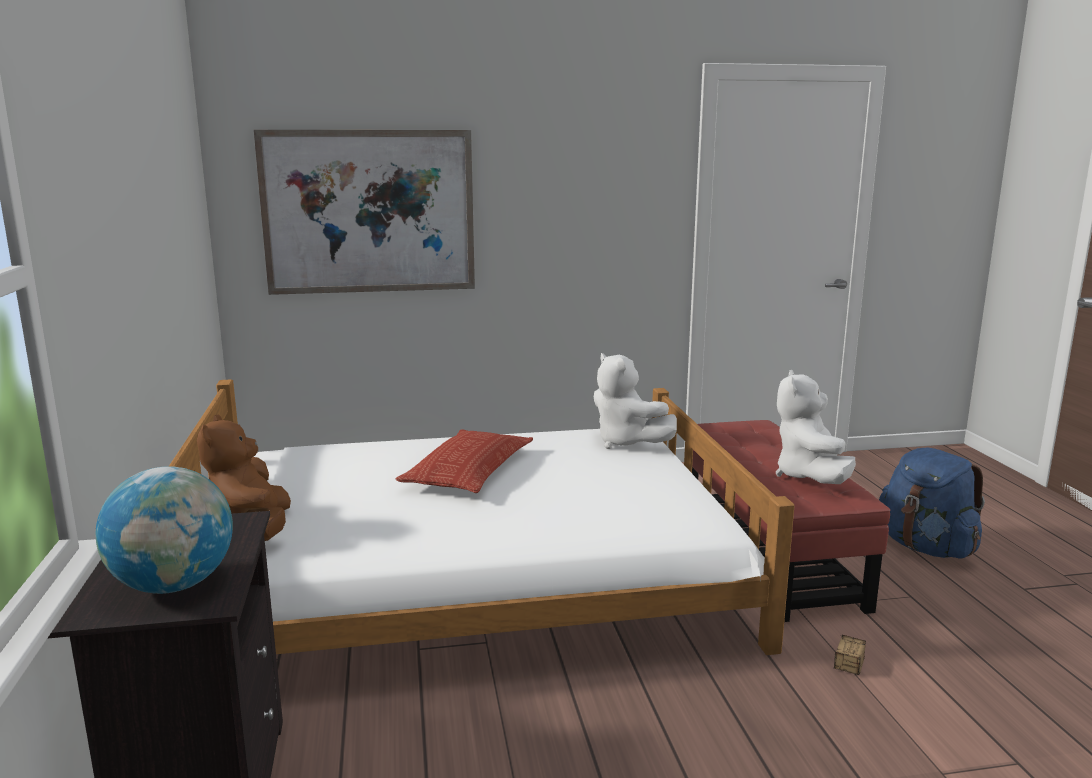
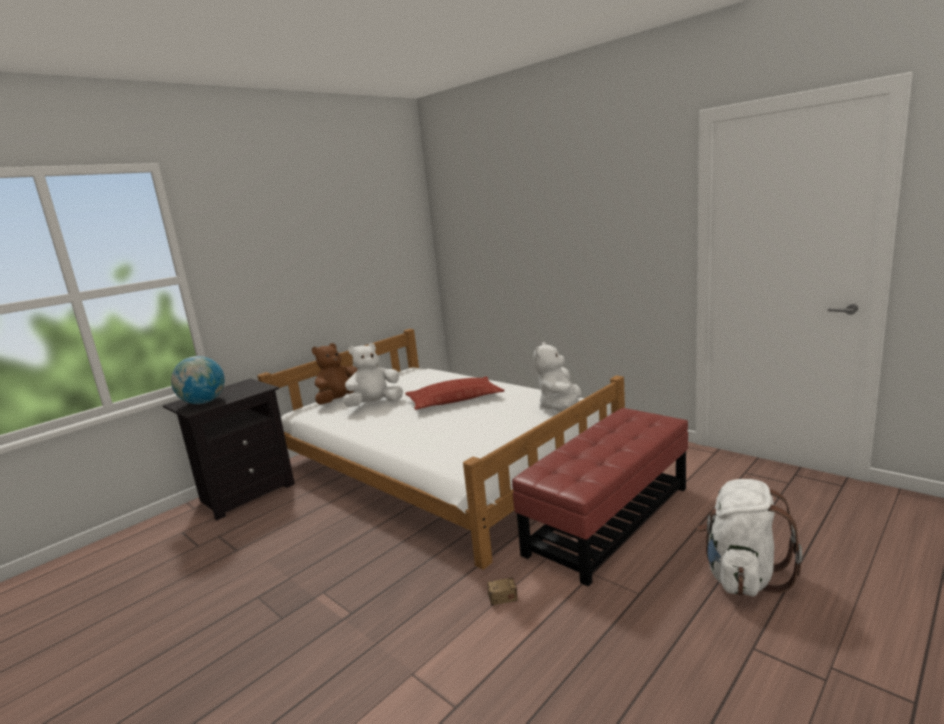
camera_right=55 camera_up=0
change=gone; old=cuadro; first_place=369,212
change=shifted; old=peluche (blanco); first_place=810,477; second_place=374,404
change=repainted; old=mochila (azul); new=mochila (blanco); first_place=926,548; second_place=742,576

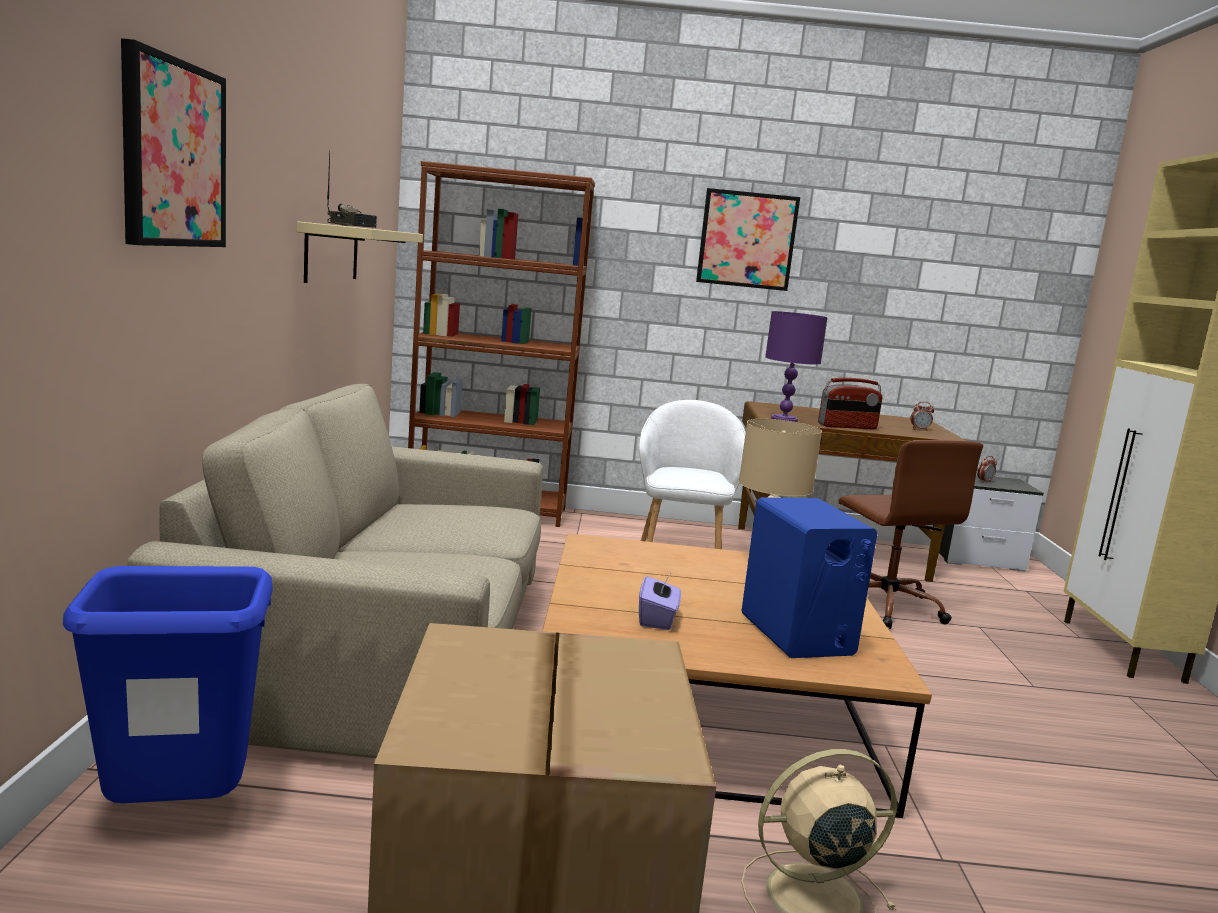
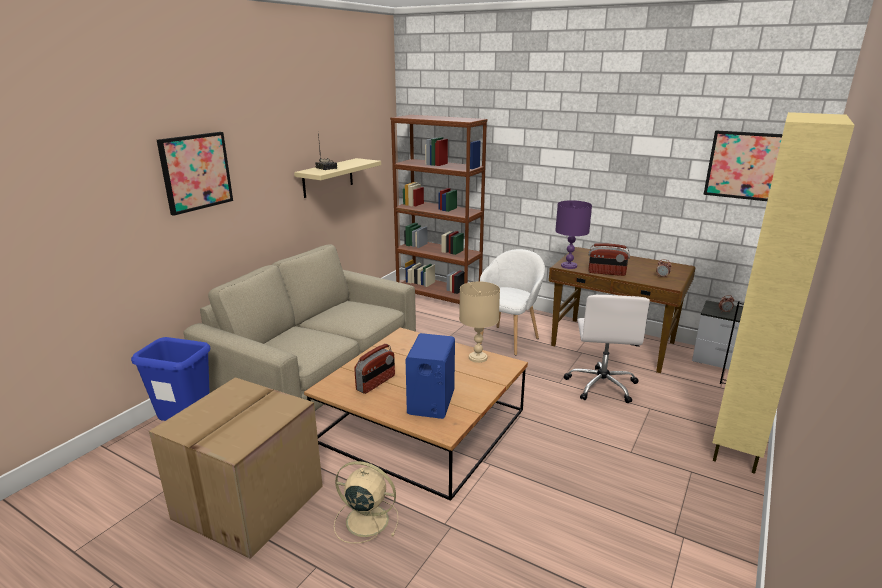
camera_right=30 camera_up=10
change=swapped; old=caja de pañuelos (morado); new=radio; first_place=657,619; second_place=376,383
change=shifted; old=cuadro; first_place=747,240; second_place=744,165
change=repainted; old=silla de oficina (marrón); new=silla de oficina (blanco); first_place=885,606; second_place=601,385

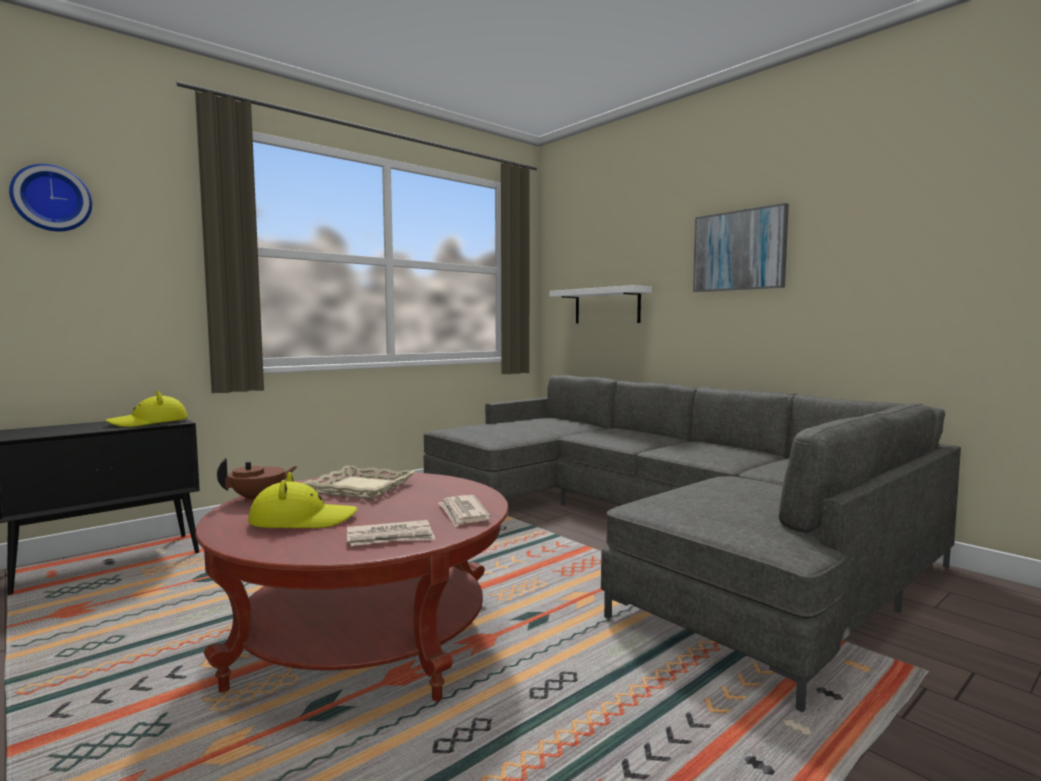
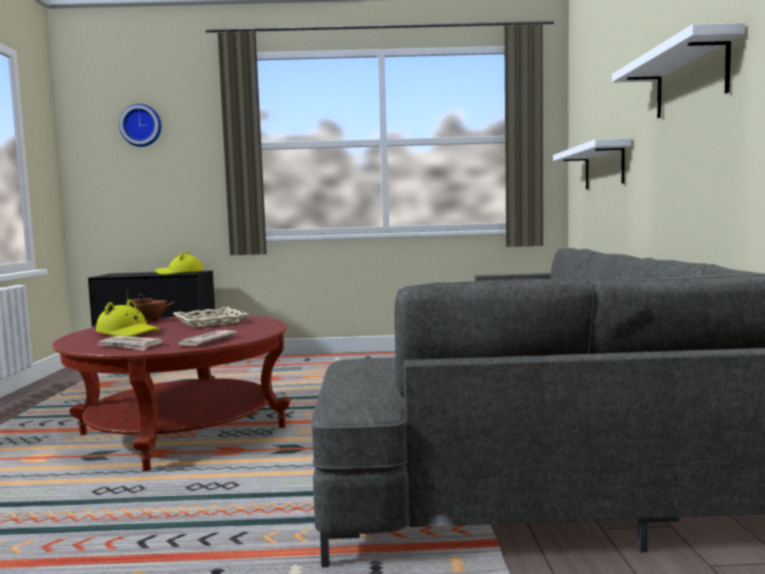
camera_right=40 camera_up=0
change=swapped; old=cuadro; new=estante (blanco); first_place=739,251; second_place=690,79

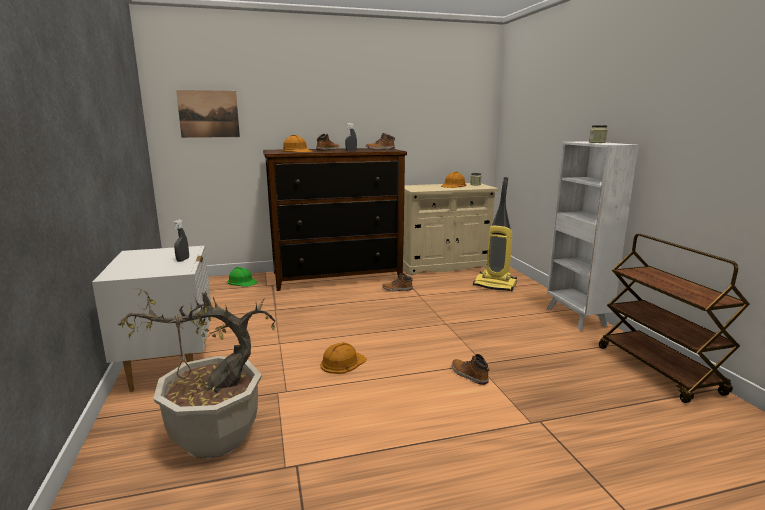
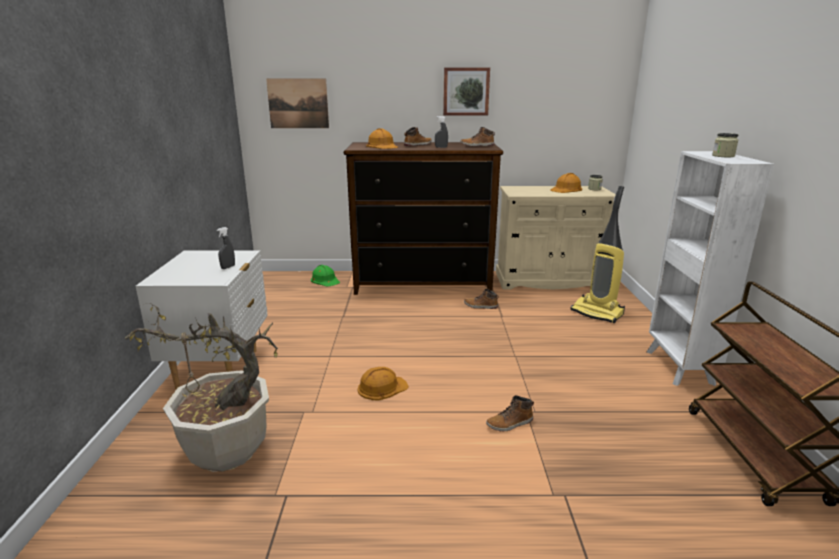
camera_right=15 camera_up=5
change=rotated; old=bota; first_place=469,375; second_place=510,424; degrees=-90
change=new; new=cuadro; second_place=466,91

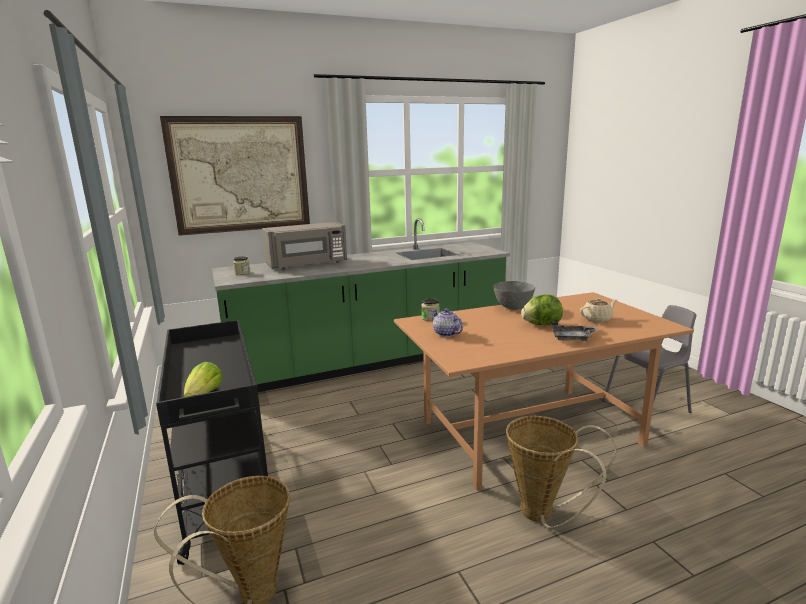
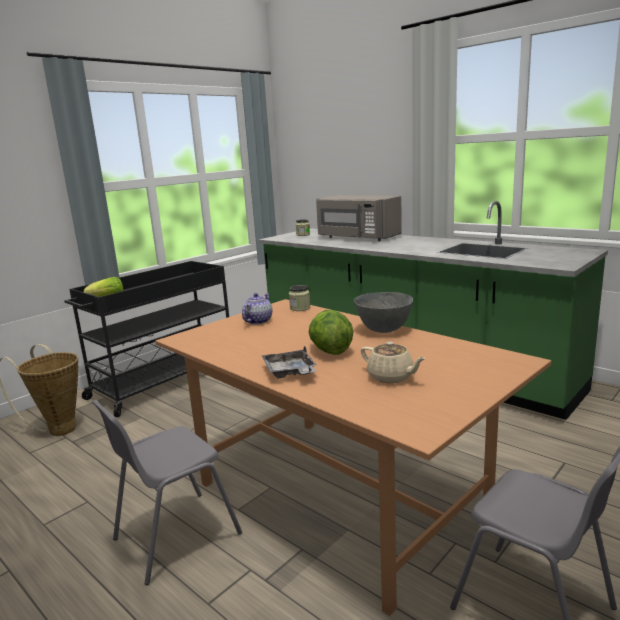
camera_right=65 camera_up=0
change=gone; old=cuadro; first_place=240,175
change=swapped; old=cesta; new=silla (gris); first_place=544,515; second_place=175,536

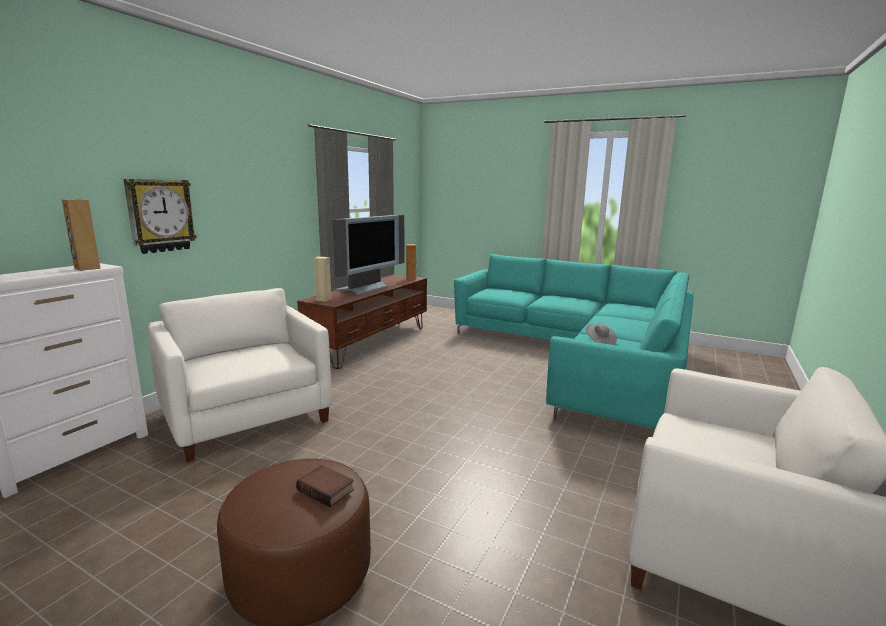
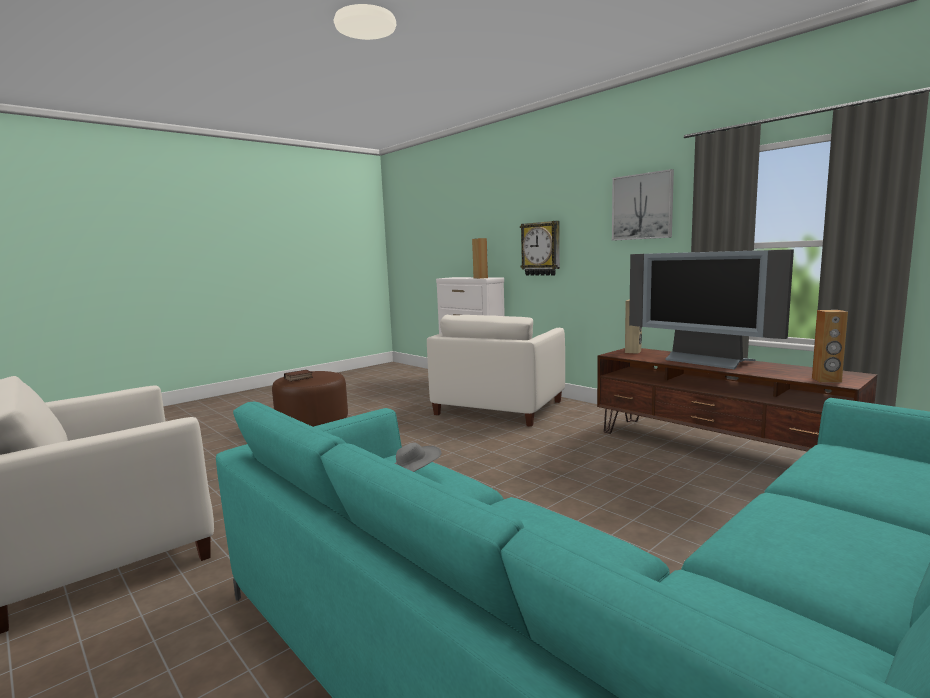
camera_right=110 camera_up=-5
change=rotated; old=sillón (blanco); first_place=246,417; second_place=499,408; degrees=135
change=new; new=cuadro; second_place=642,206

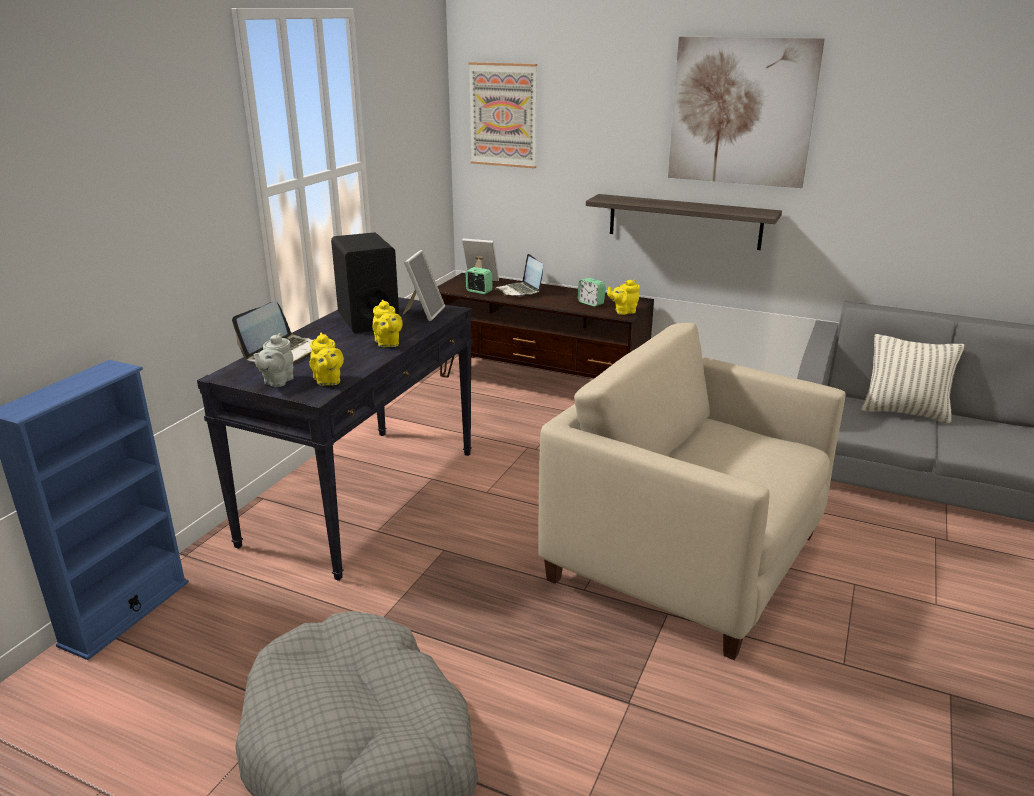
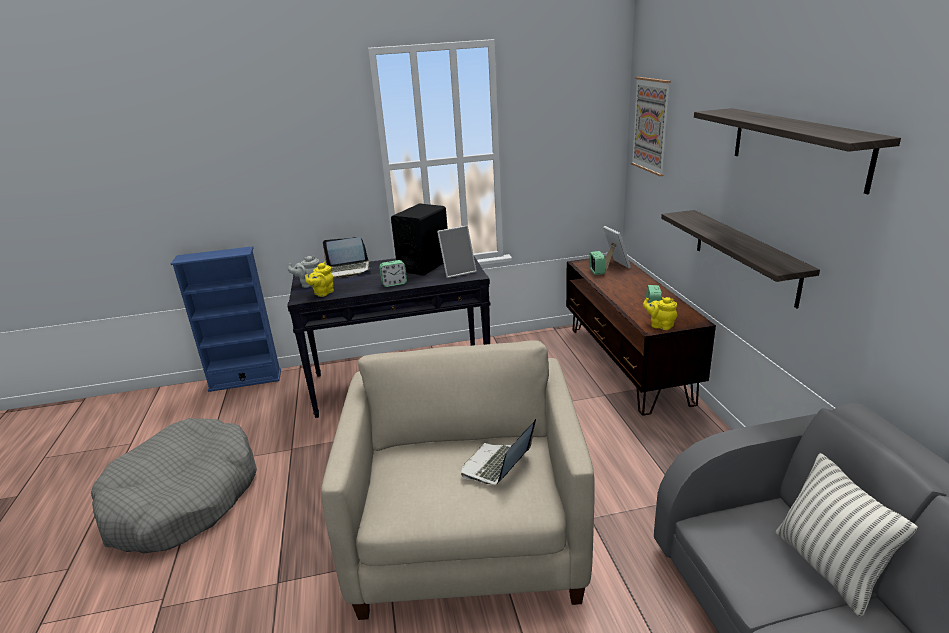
camera_right=55 camera_up=0
change=swapped; old=tetera (amarillo); new=despertador; first_place=387,344; second_place=394,283
change=shifted; old=portátil; first_place=520,291; second_place=497,465
change=swapped; old=cuadro; new=estante; first_place=741,112; second_place=797,146

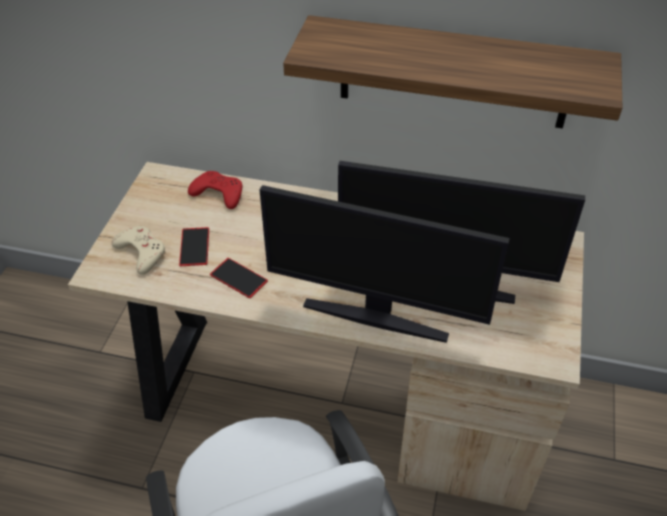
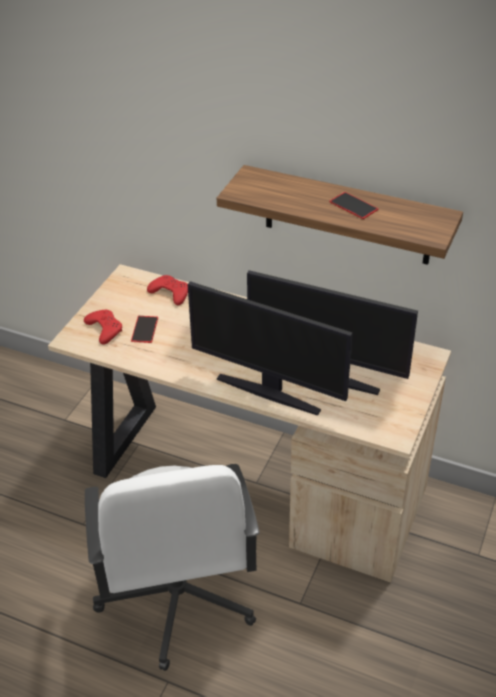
camera_right=10 camera_up=-5
change=repainted; old=mando de consola (beis); new=mando de consola (rojo); first_place=141,252; second_place=104,329
change=shifted; old=móvil; first_place=238,278; second_place=353,205

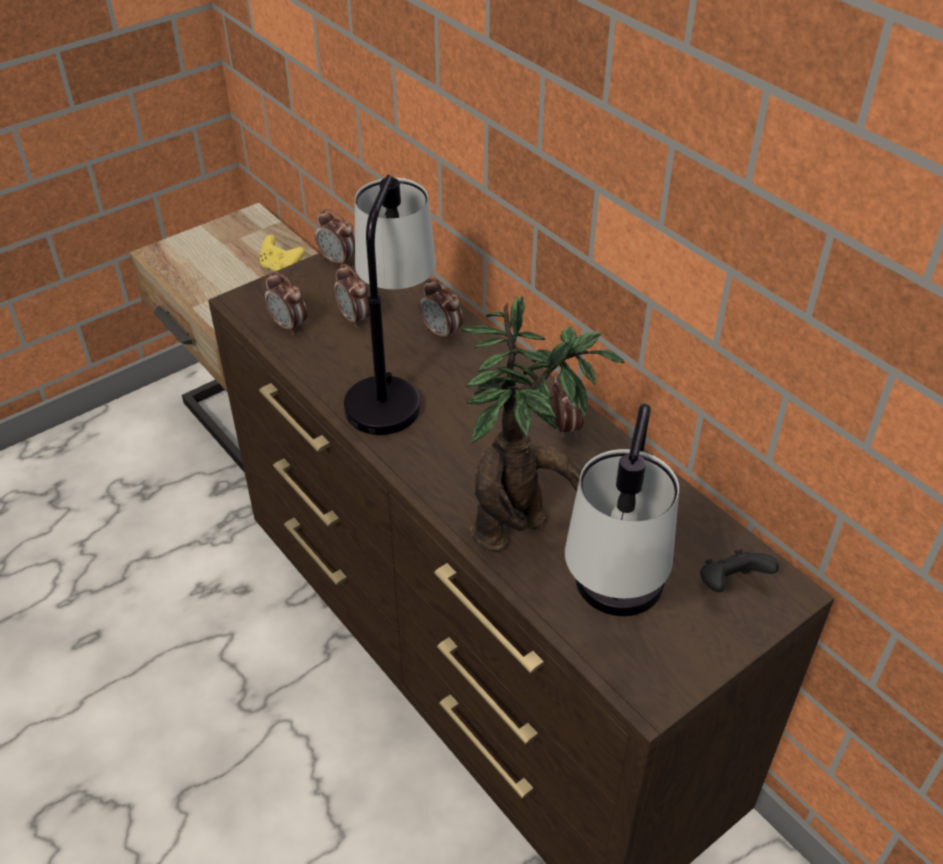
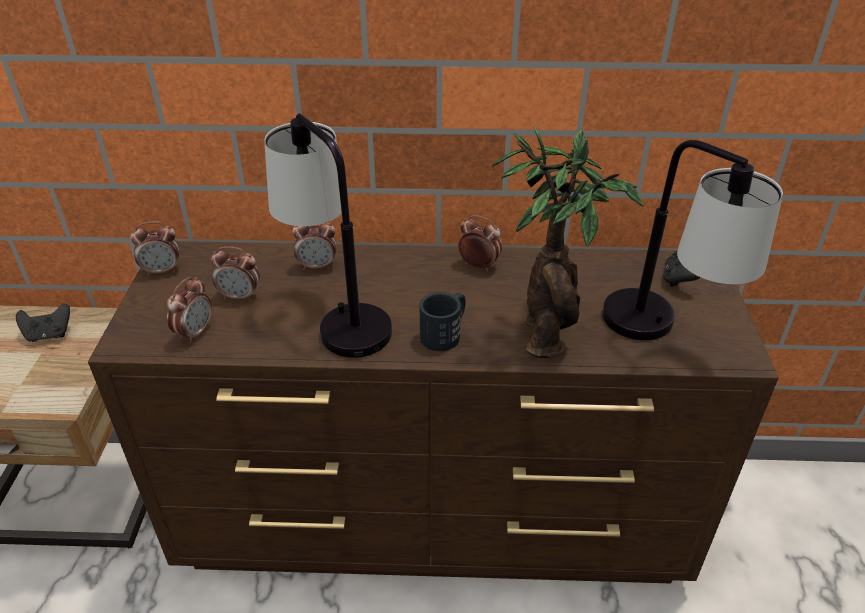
camera_right=-50 camera_up=-5
change=repainted; old=mando de consola (amarillo); new=mando de consola (negro); first_place=281,268; second_place=49,335
change=rotated; old=despertador; first_place=289,326; second_place=195,333; degrees=-60
change=new; new=taza grande (negro); second_place=445,333

